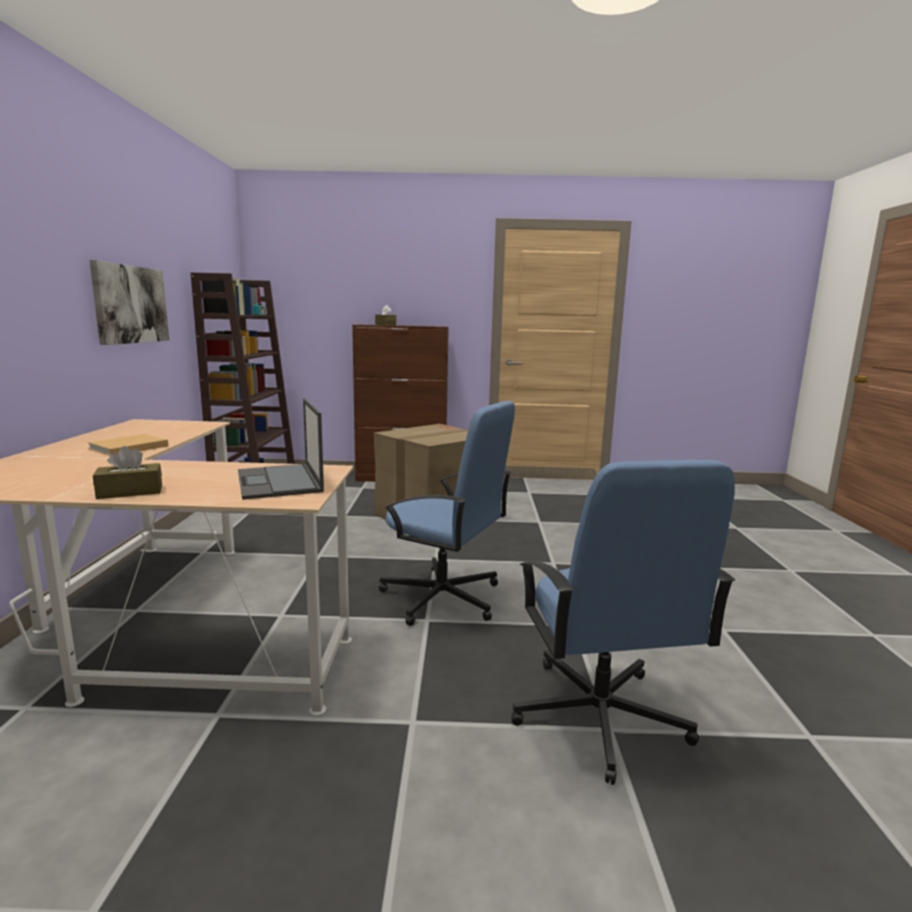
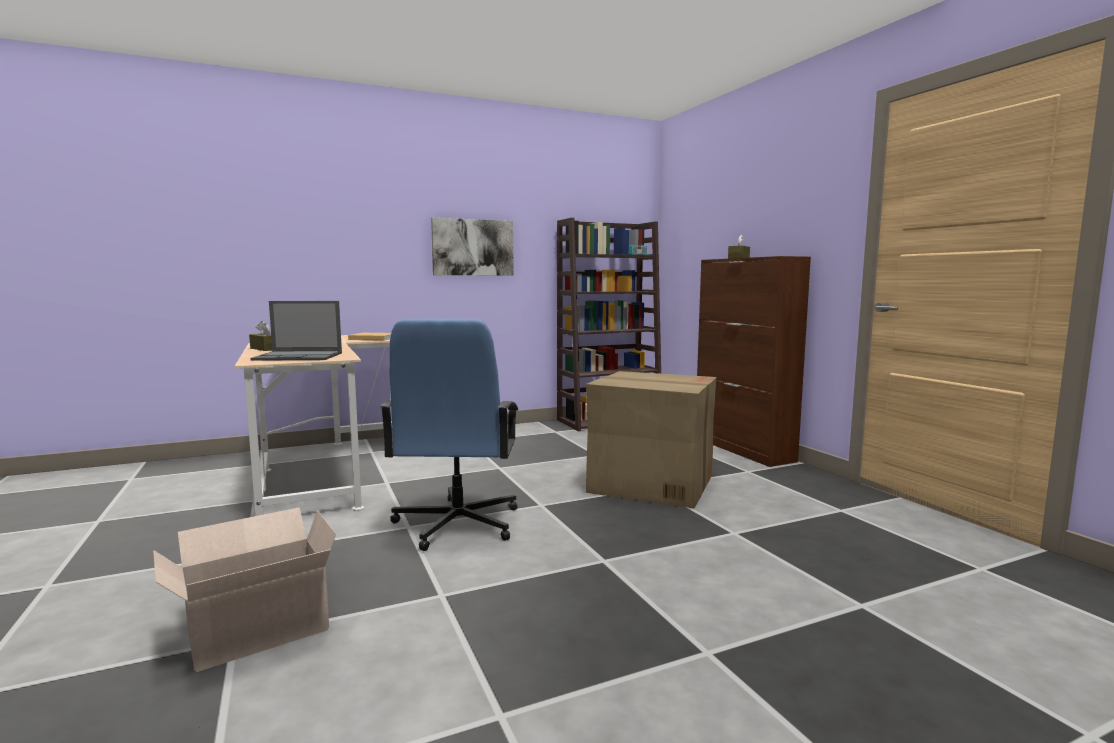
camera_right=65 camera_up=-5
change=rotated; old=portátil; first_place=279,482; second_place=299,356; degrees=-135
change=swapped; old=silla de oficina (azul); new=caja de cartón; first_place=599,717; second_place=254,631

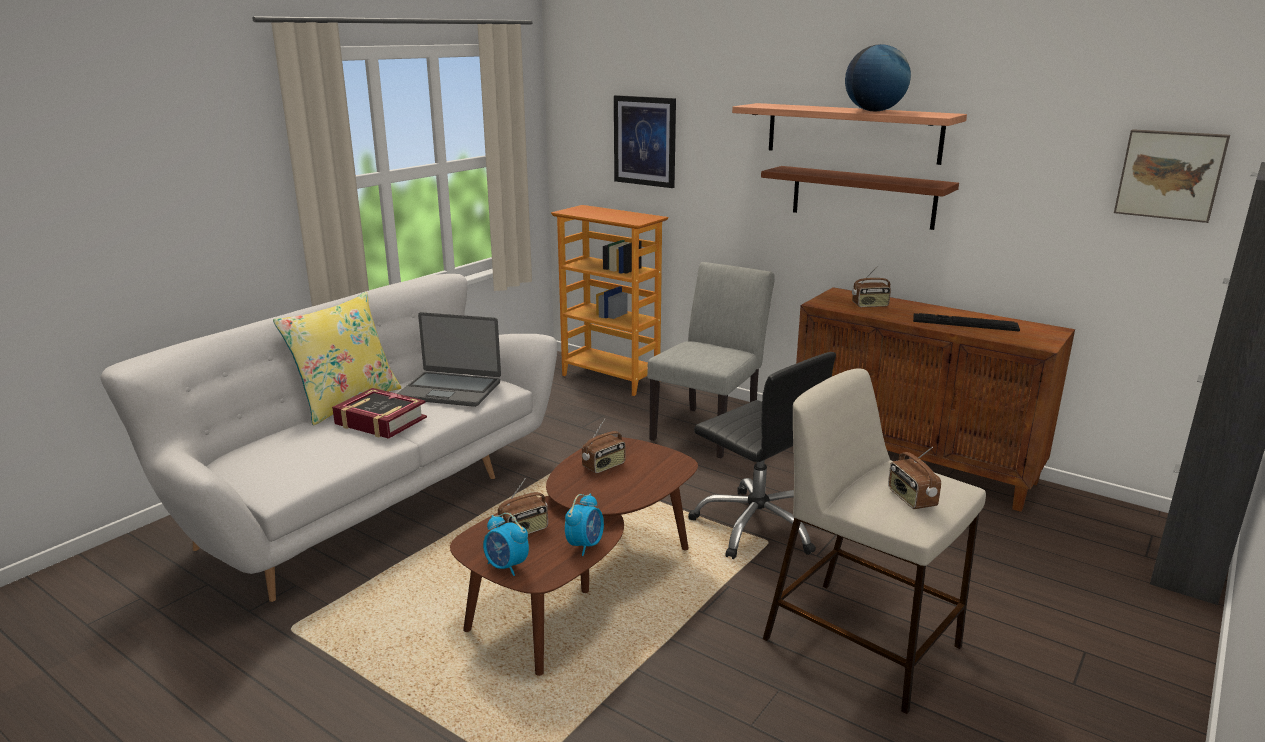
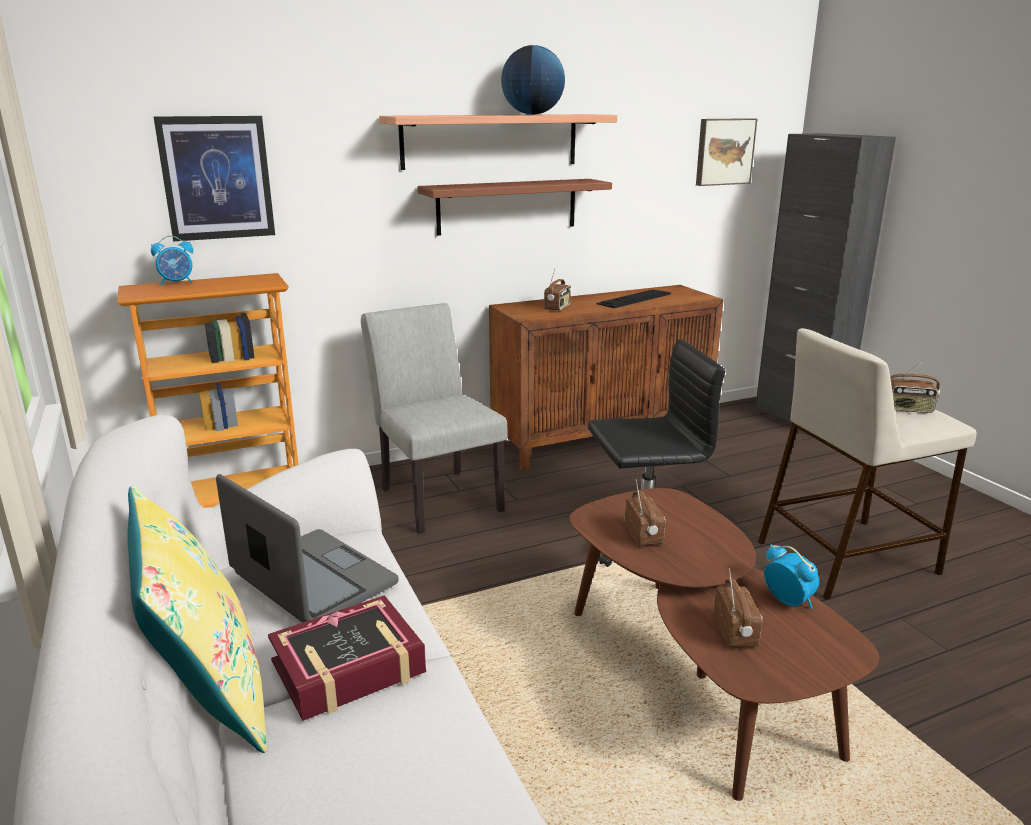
camera_right=-60 camera_up=0
change=rotated; old=portátil; first_place=450,390; second_place=312,580; degrees=-90
change=shifted; old=despertador; first_place=506,566; second_place=177,283

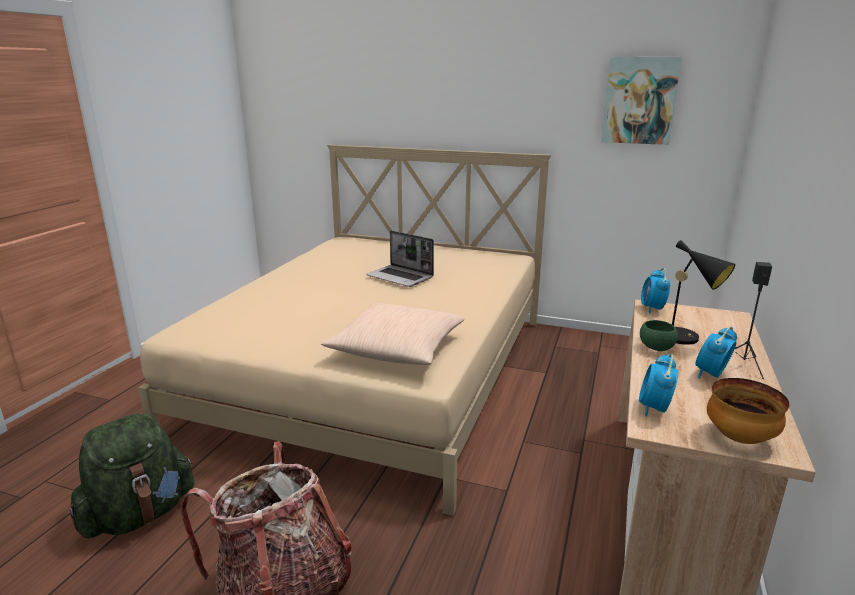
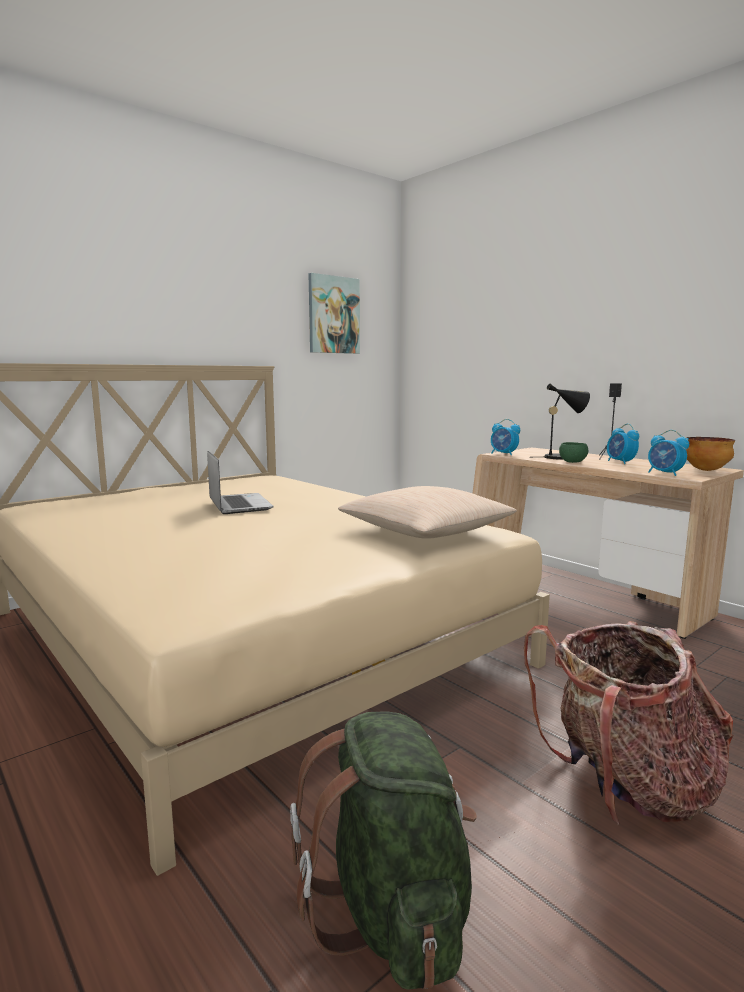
camera_right=-60 camera_up=-10
change=rotated; old=portátil; first_place=401,277; second_place=238,505; degrees=-90

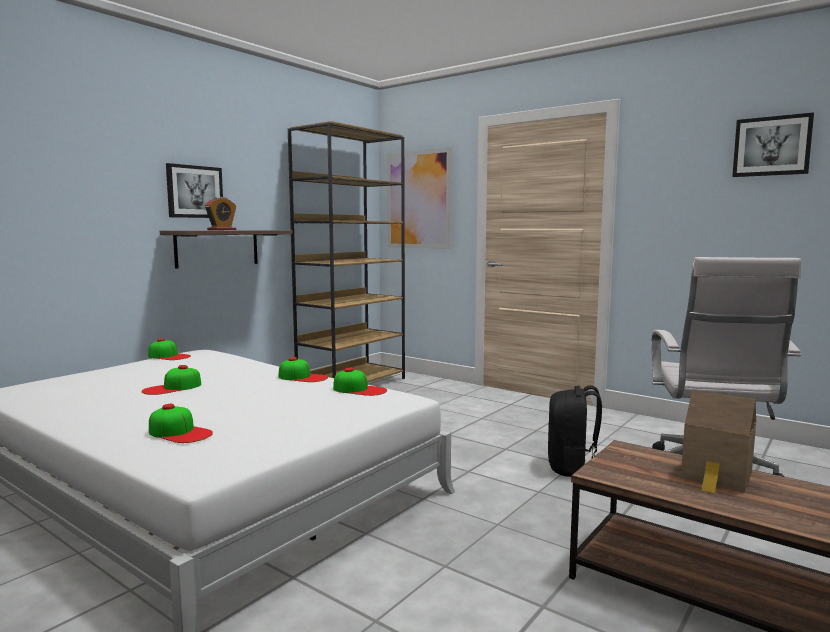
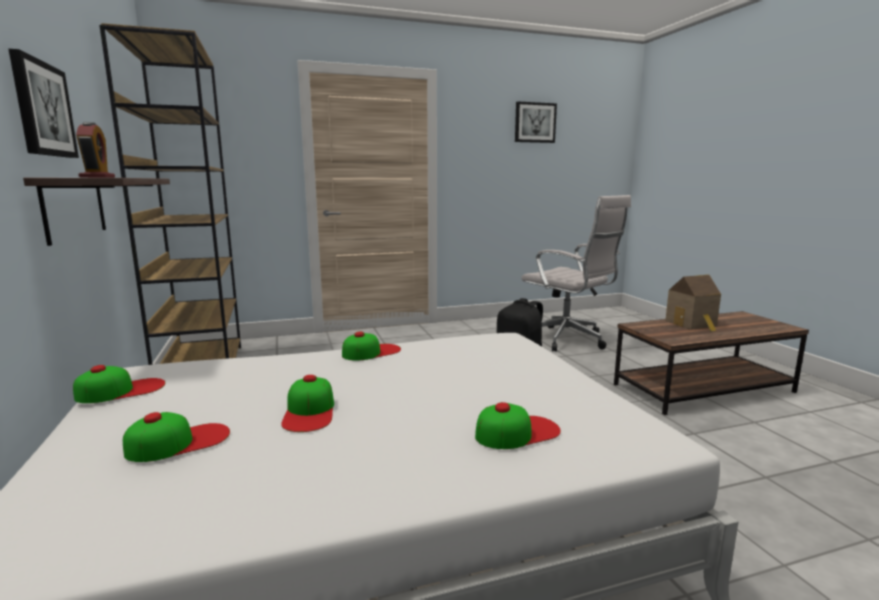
camera_right=-55 camera_up=5
change=shifted; old=gorra; first_place=359,389; second_place=179,442
change=gone; old=cuadro; first_place=419,200

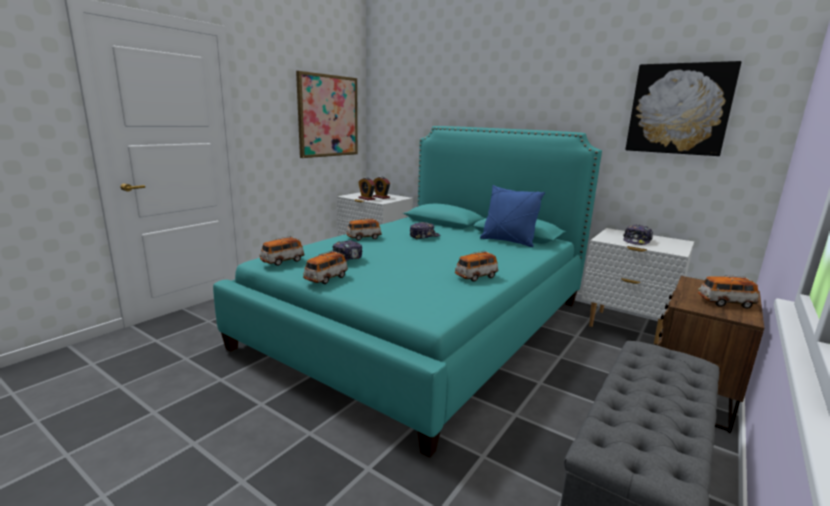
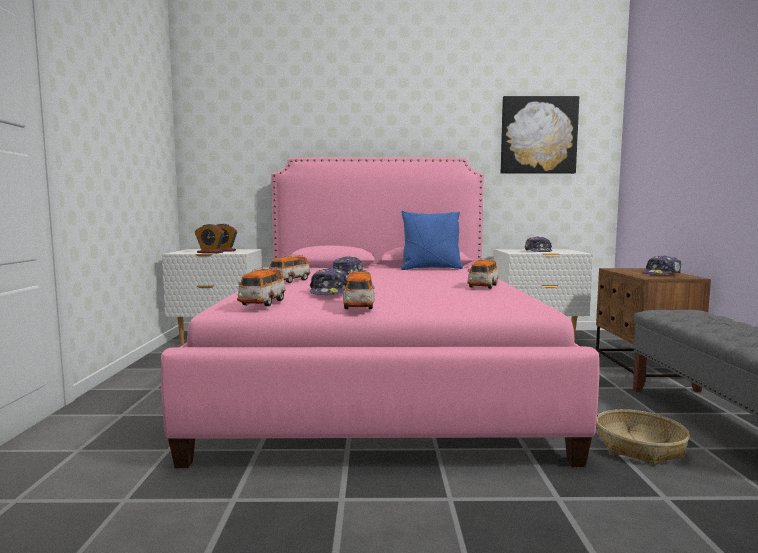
camera_right=-35 camera_up=-10
change=repainted; old=cama (turquesa); new=cama (rosa); first_place=423,322; second_place=377,375
change=gone; old=cuadro; first_place=328,116
change=swapped; old=coche de juguete; new=gorra; first_place=725,303; second_place=661,274
change=new; new=cesta; second_place=639,447

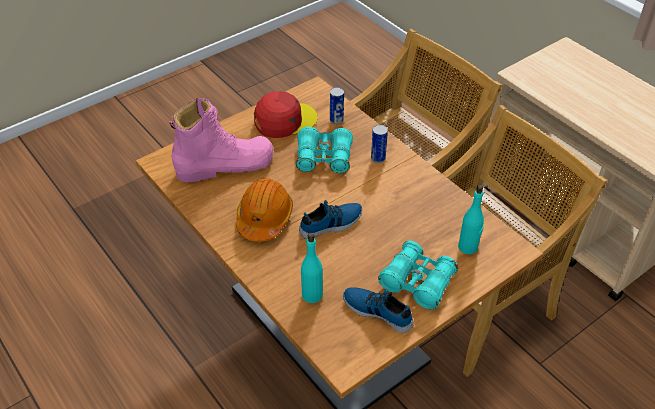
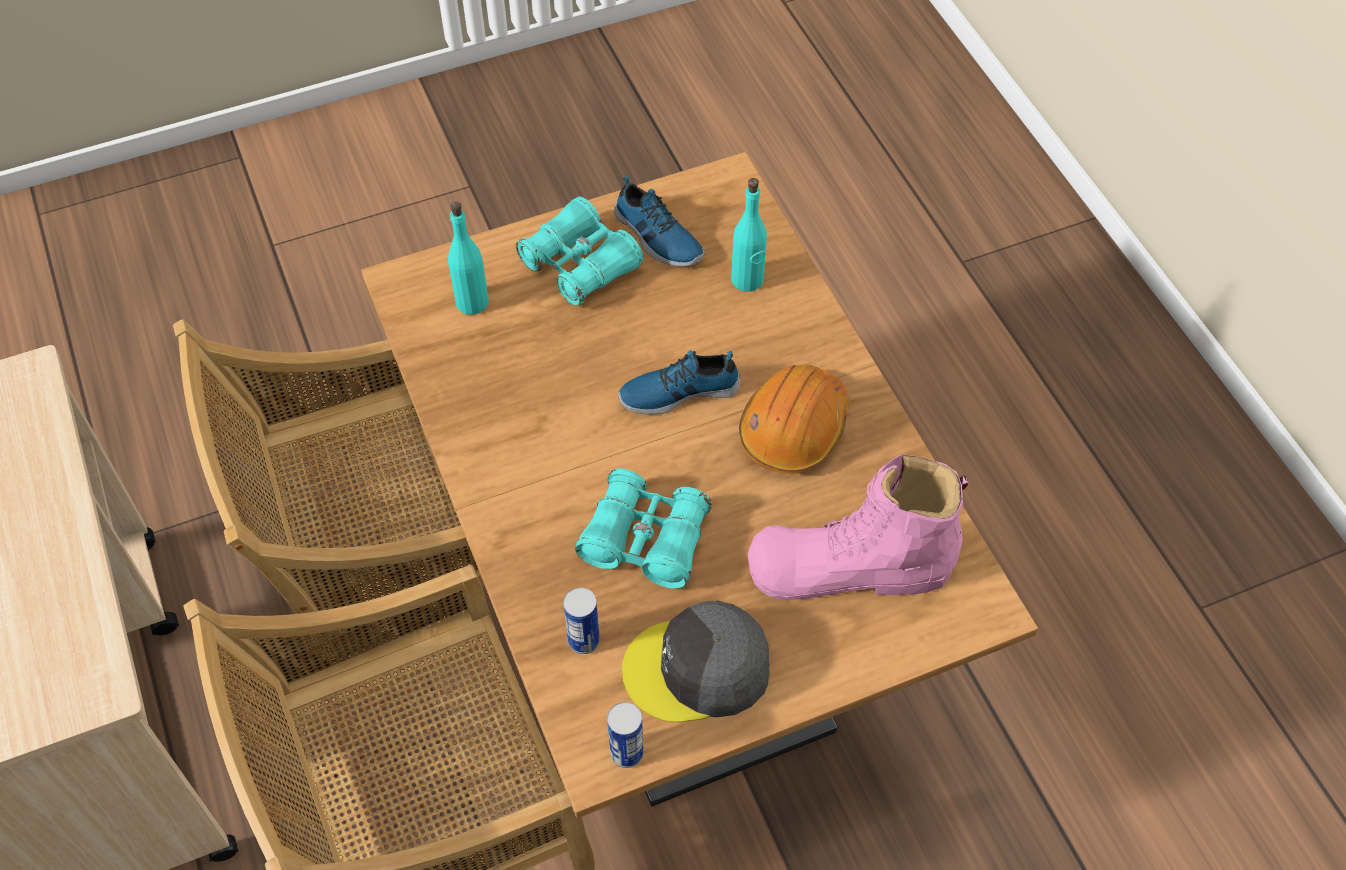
camera_right=-165 camera_up=10
change=repainted; old=gorra (rojo); new=gorra (gris); first_place=284,120; second_place=698,669
change=shifted; old=lata; first_place=378,158; second_place=626,753

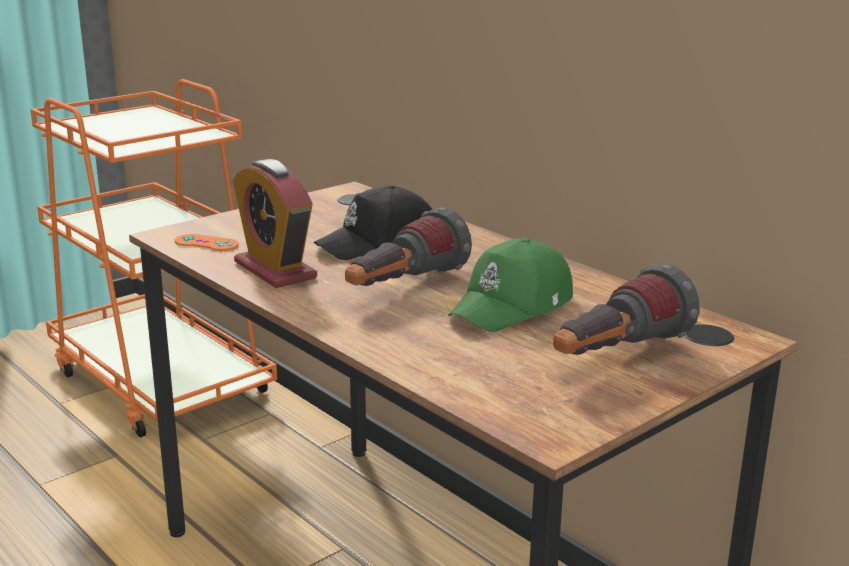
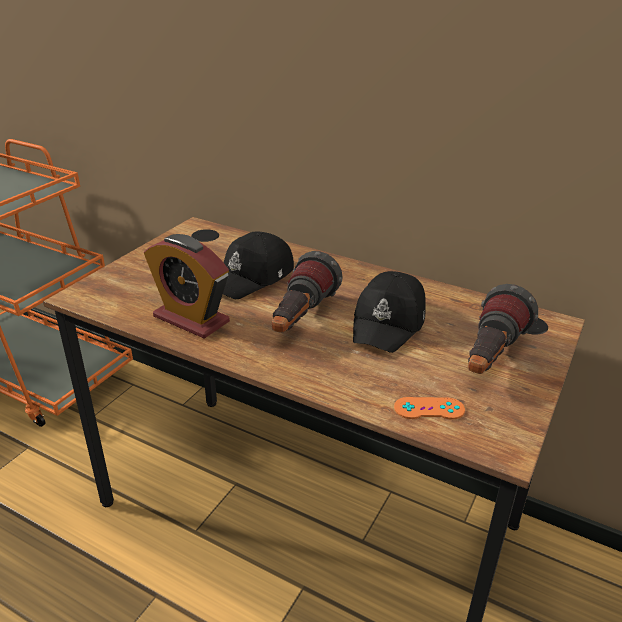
camera_right=-20 camera_up=10
change=shifted; old=mando de consola (naranja); first_place=206,243; second_place=429,409
change=repainted; old=gorra (verde); new=gorra (negro); first_place=513,306; second_place=389,323

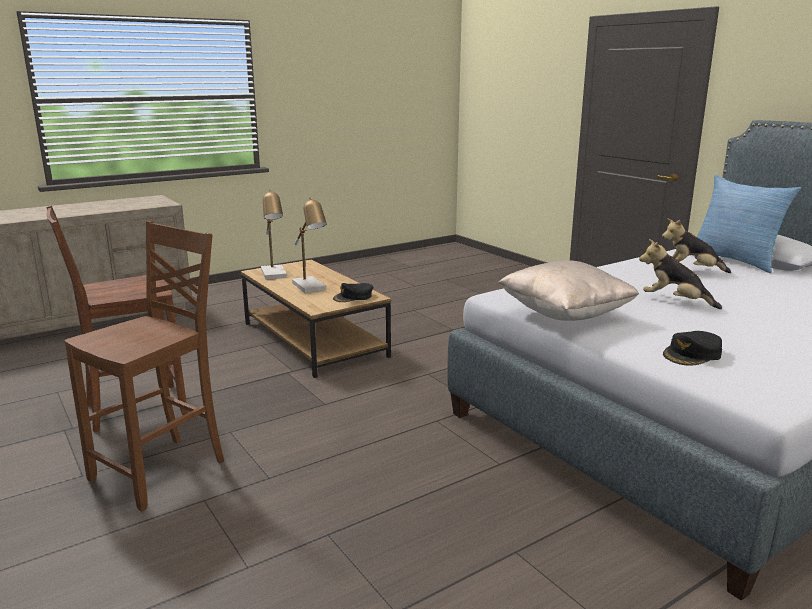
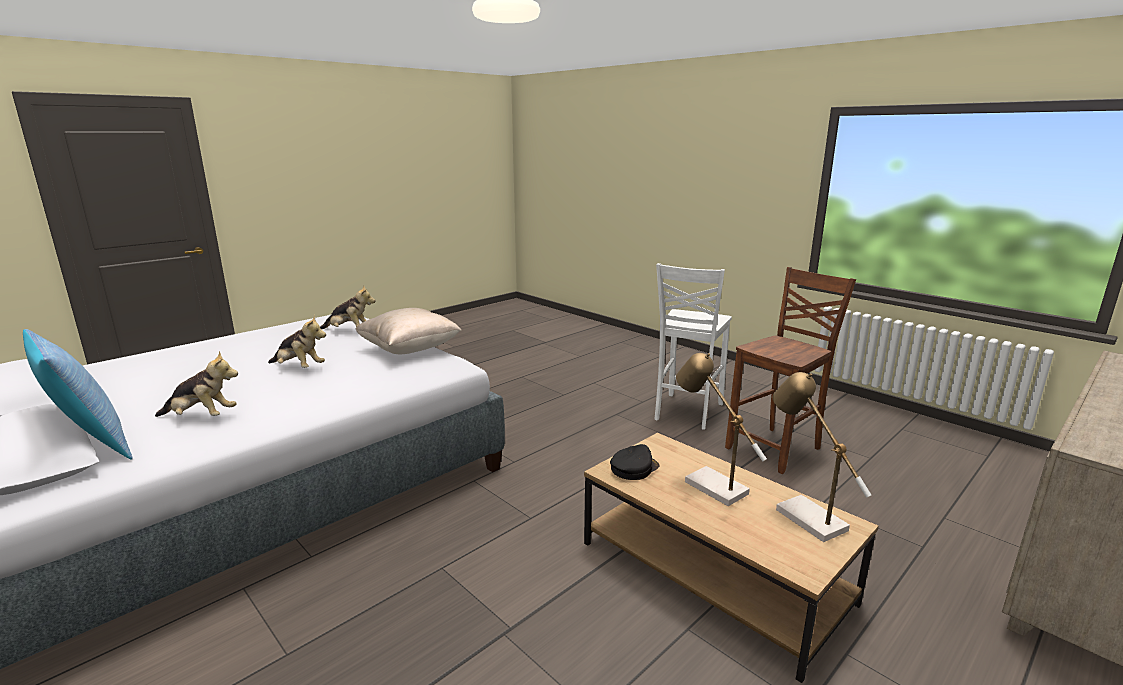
camera_right=170 camera_up=0
change=repainted; old=silla (marrón); new=silla (blanco); first_place=162,470; second_place=686,412
change=swapped; old=gorra (negro); new=peluche; first_place=692,354; second_place=349,331

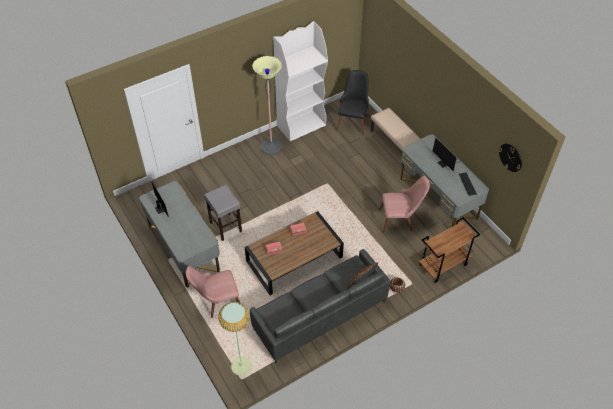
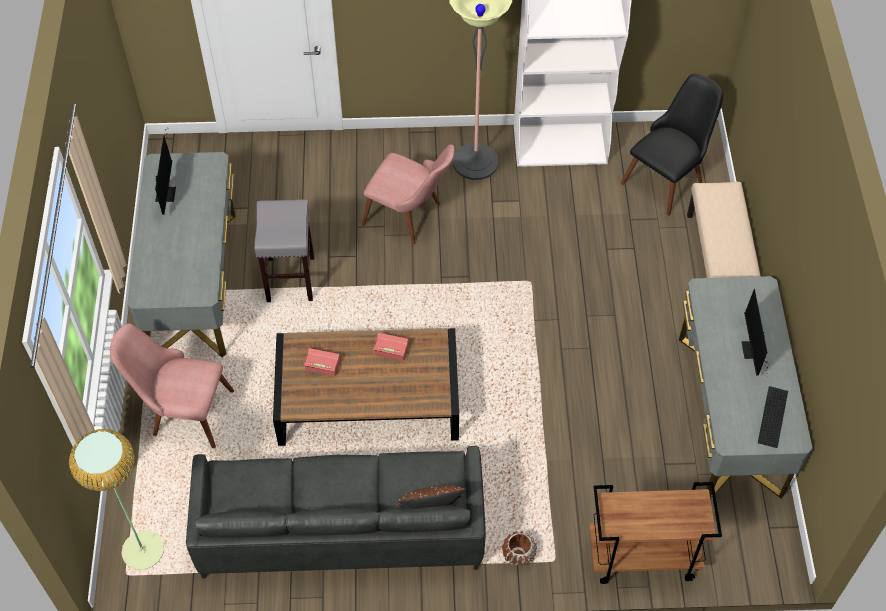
camera_right=30 camera_up=5
change=shifted; old=silla (rosa); first_place=400,219; second_place=411,216
change=gone; old=reloj de pared; first_place=510,157

